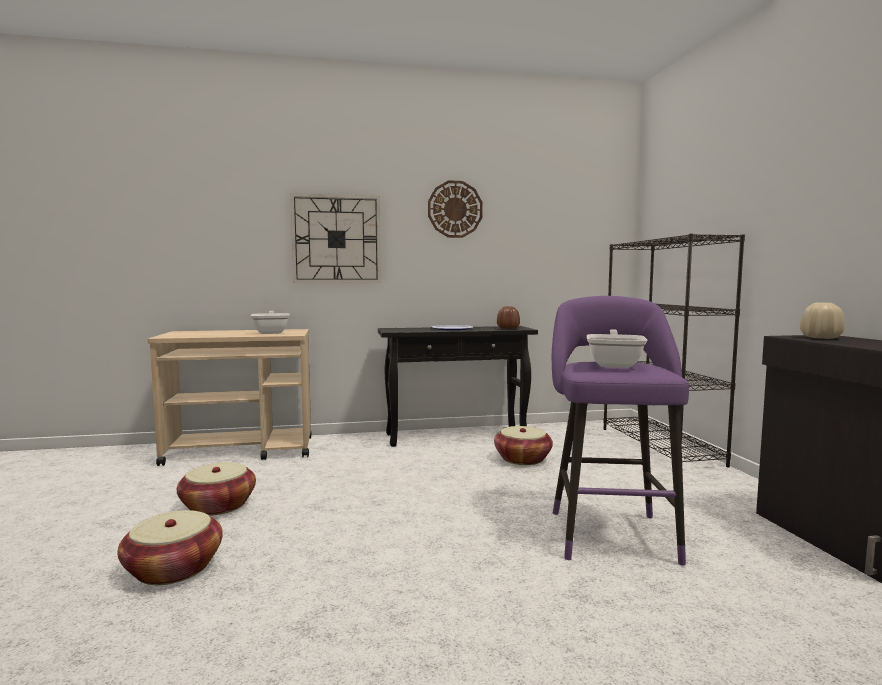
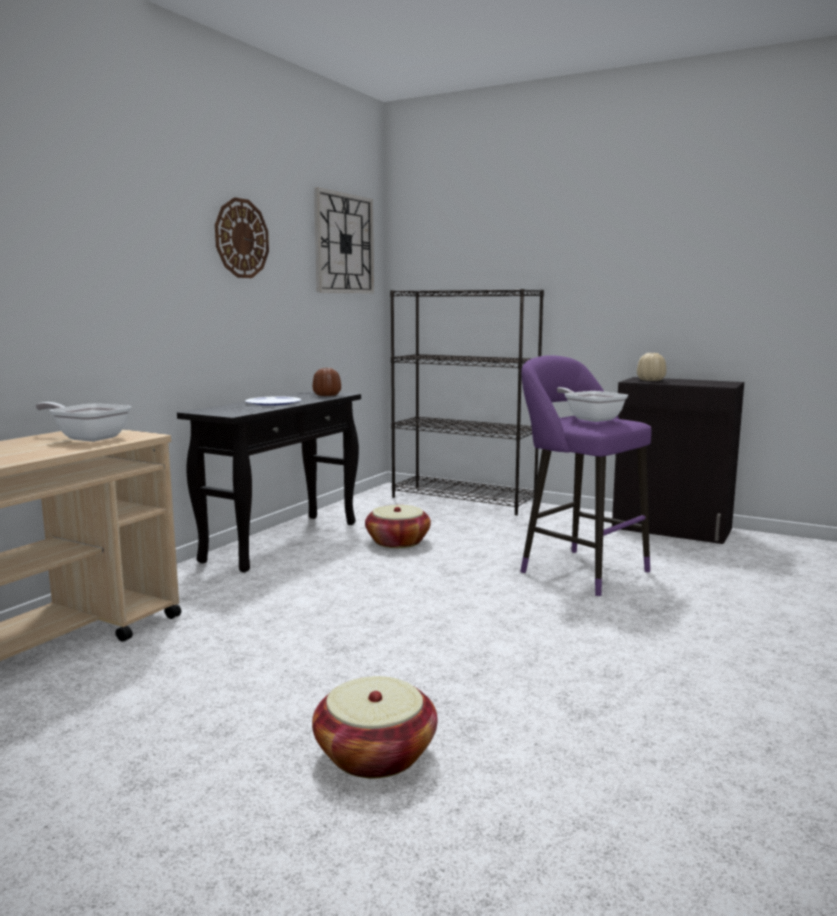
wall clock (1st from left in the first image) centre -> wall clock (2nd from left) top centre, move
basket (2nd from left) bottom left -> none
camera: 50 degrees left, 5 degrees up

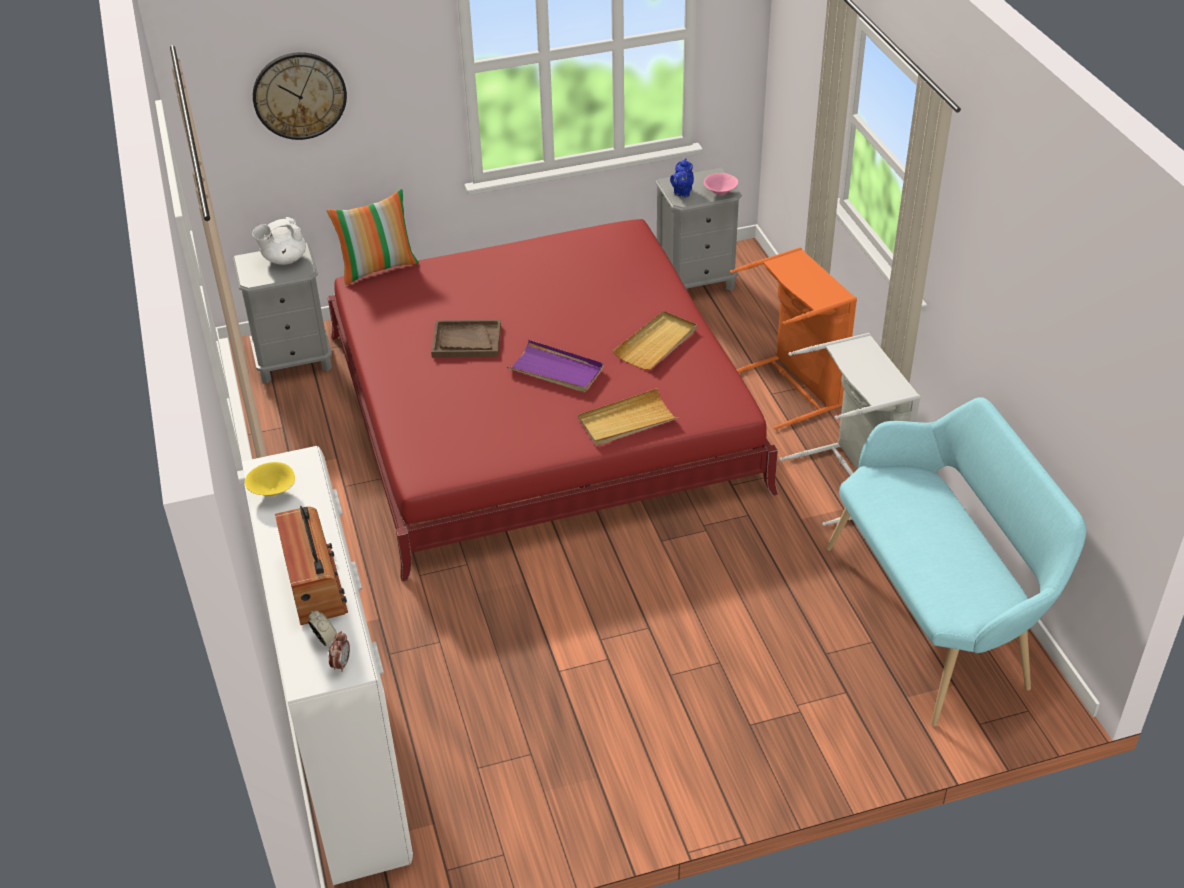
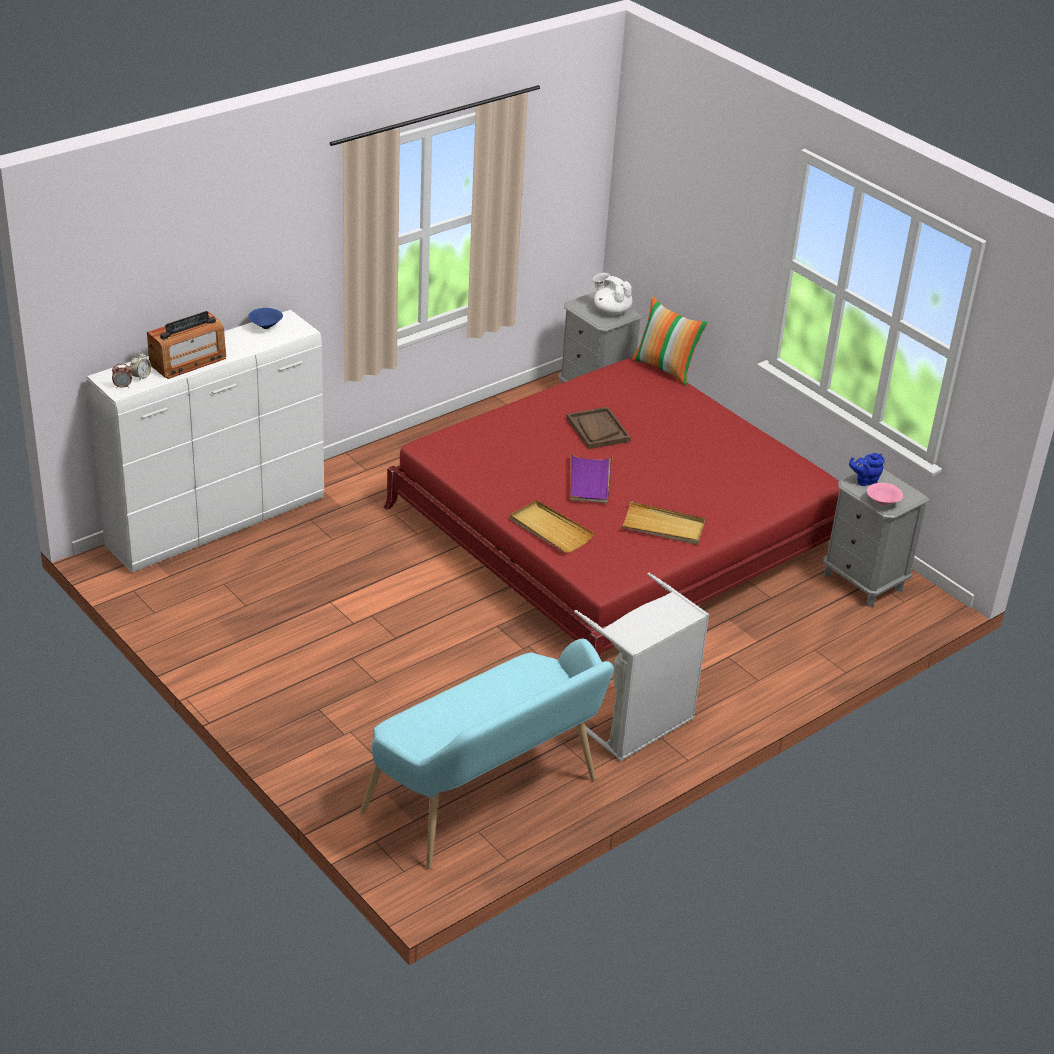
yellow bowl middle left -> blue bowl top left
wall clock top left -> none
orange laundry basket middle right -> none
camera: 65 degrees right, 5 degrees down

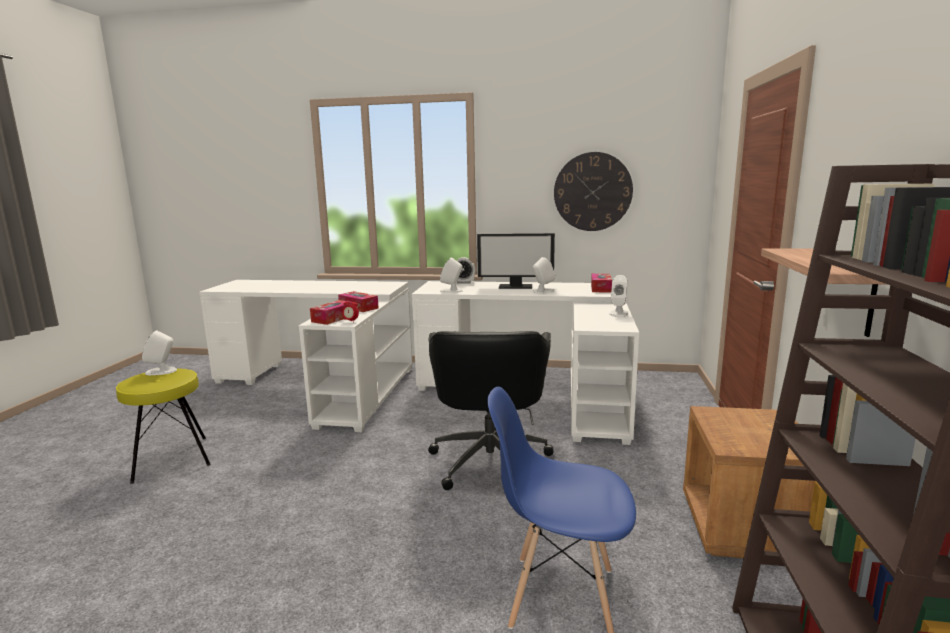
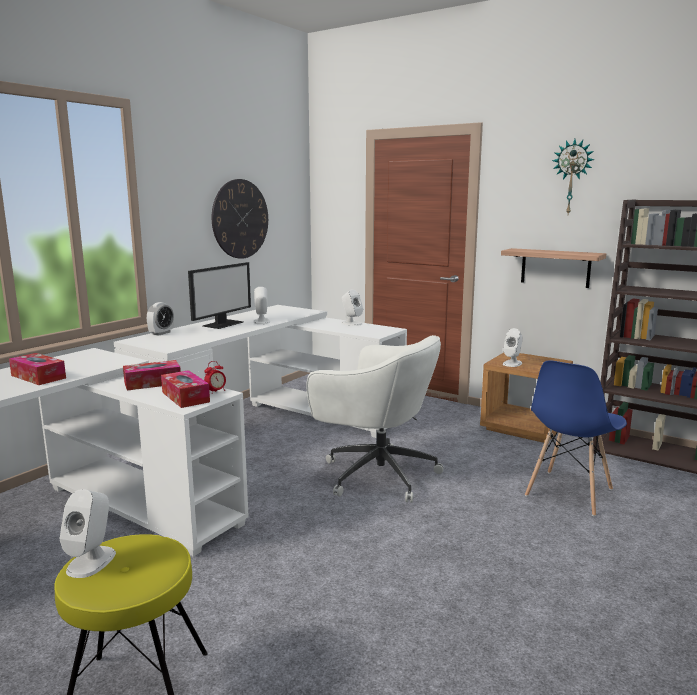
tissue box (3rd from left in the first image) centre -> tissue box (1st from left) middle left, move
black office chair centre -> white office chair centre
white speaker (2nd from left in the first image) centre -> white speaker (4th from left) middle right, move
none -> wall clock (2nd from left) top right
camera: 65 degrees left, 0 degrees up

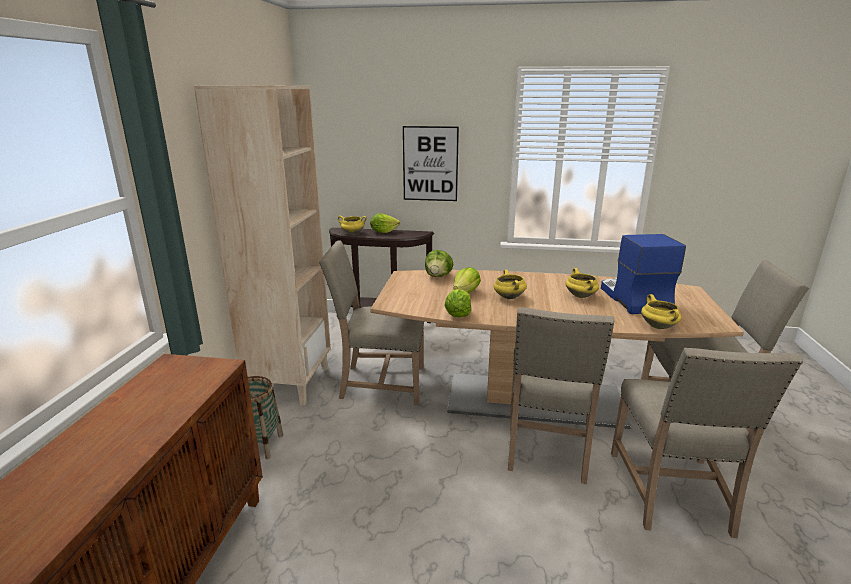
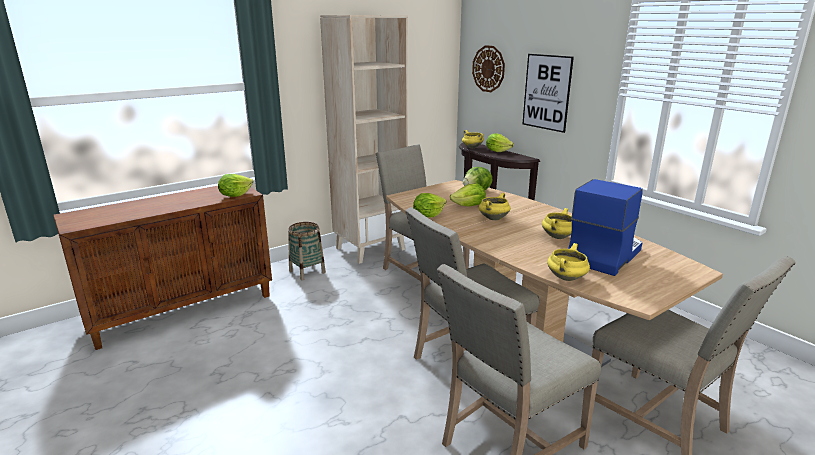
none -> lettuce (1st from left) middle left
none -> wall clock top centre
camera: 45 degrees right, 0 degrees up

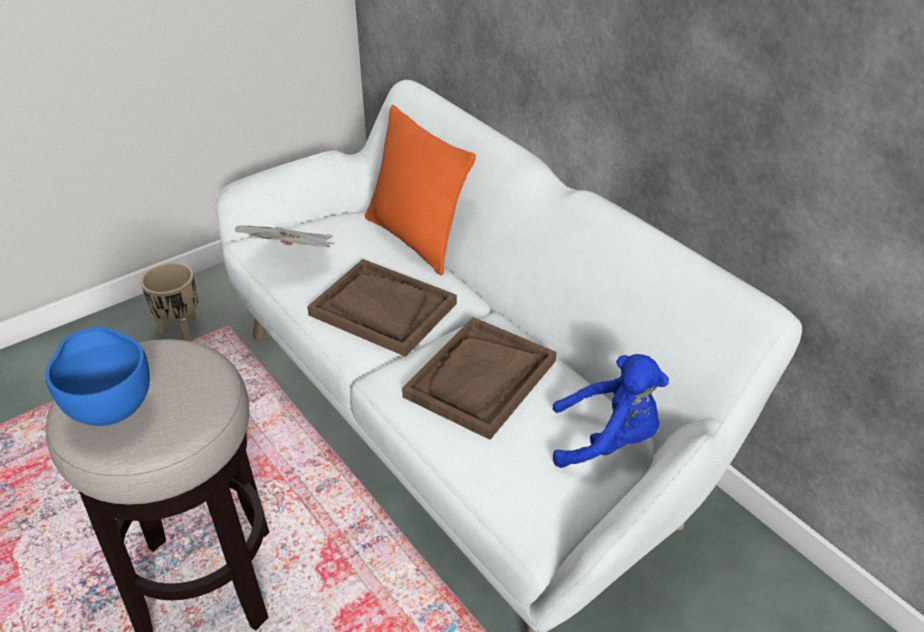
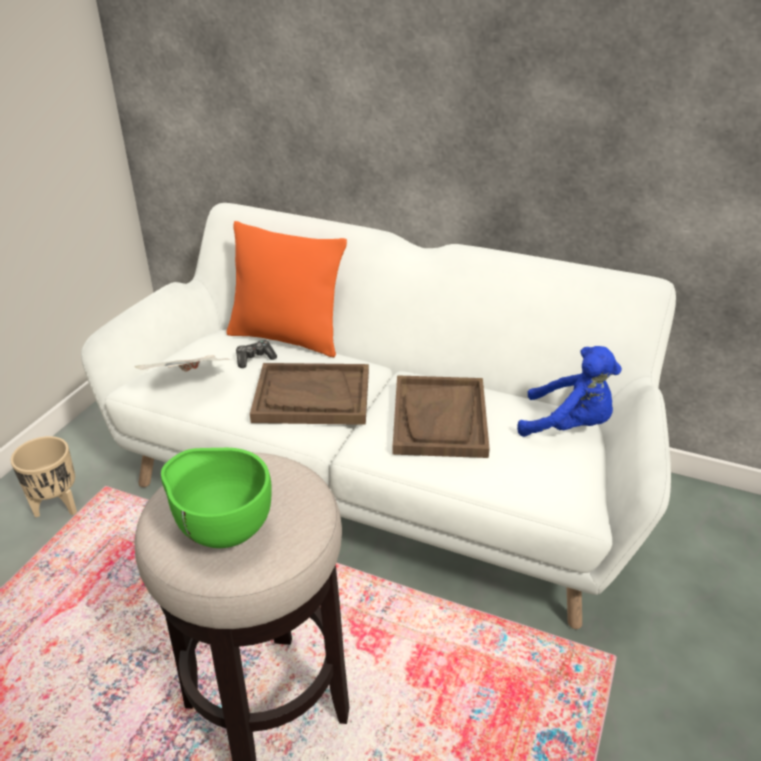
blue bowl middle left -> green bowl middle left
none -> game controller centre
blue plush toy centre -> blue plush toy middle right, 45 degrees clockwise
camera: 30 degrees left, 5 degrees down

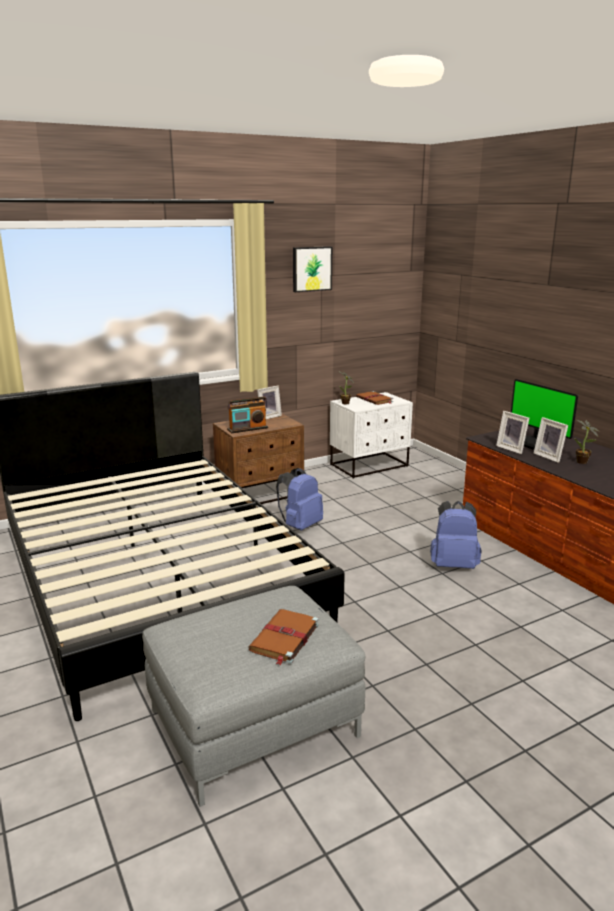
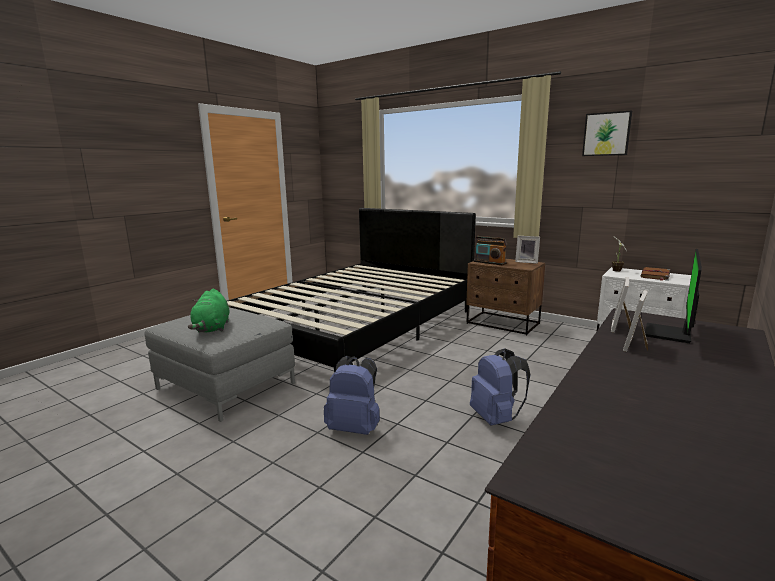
brown book (1st from left) bottom centre -> green plush toy middle left
blue backpack (1st from left) centre -> blue backpack (1st from left) bottom centre, move
potted plant (2nd from left) middle right -> none
camera: 65 degrees right, 5 degrees down

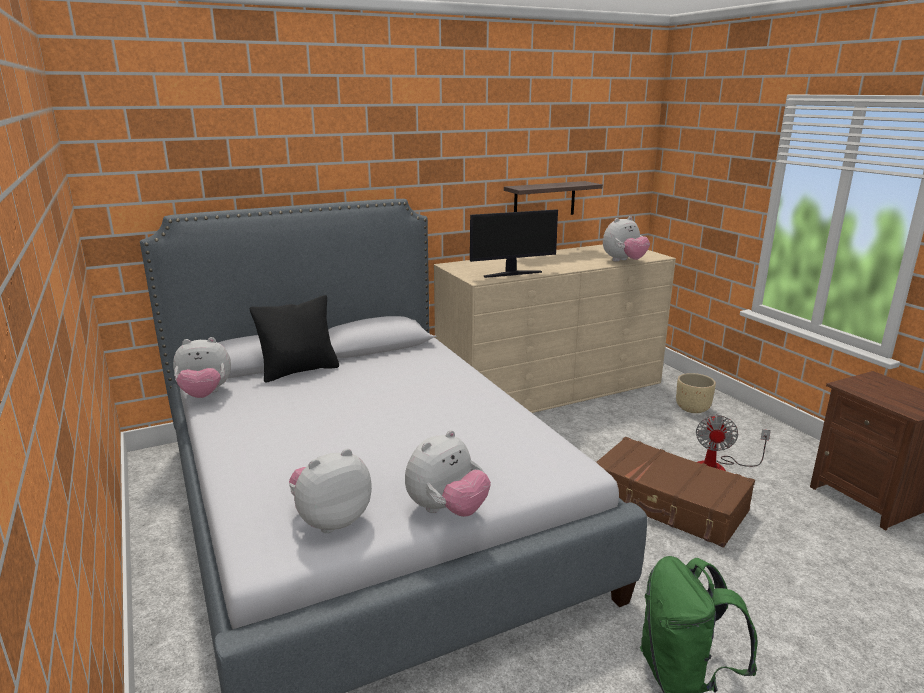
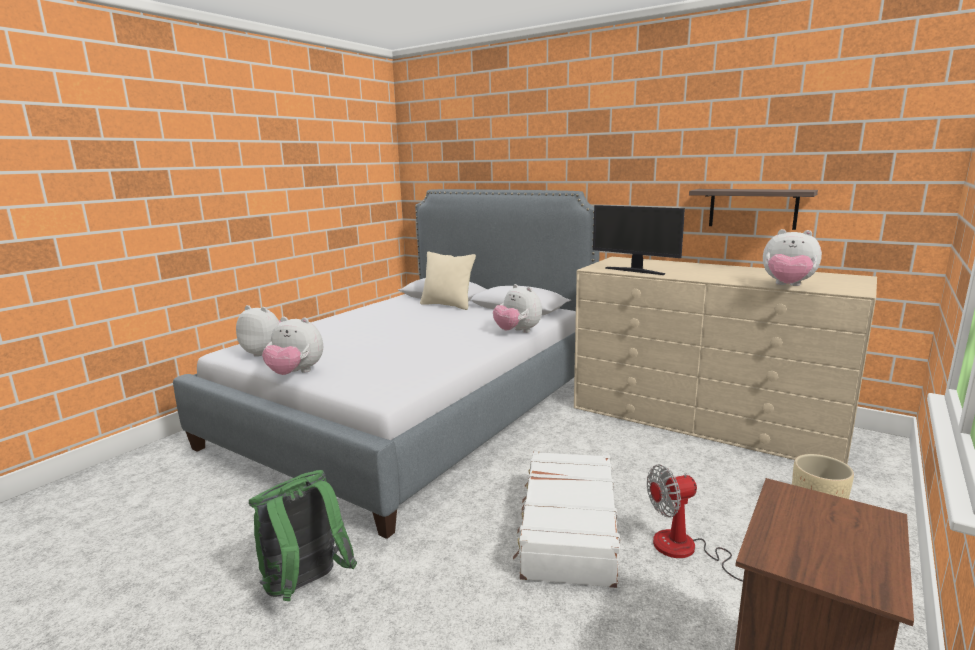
black pillow middle left -> beige pillow centre
plush toy (1st from left in the first image) middle left -> plush toy (3rd from left) centre, move
brown suitcase bottom right -> white suitcase bottom centre
camera: 60 degrees right, 5 degrees down

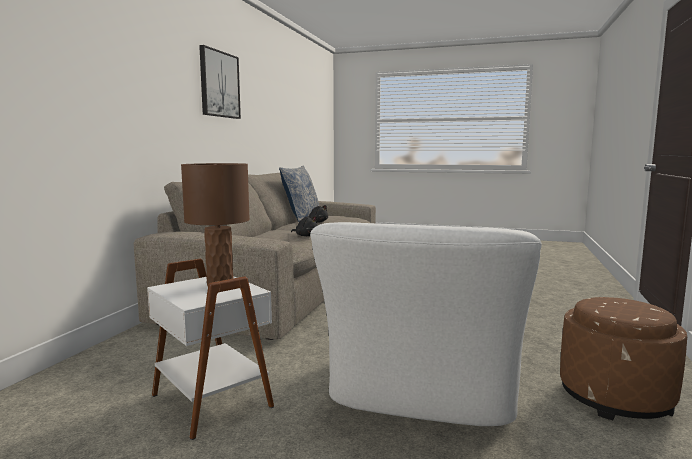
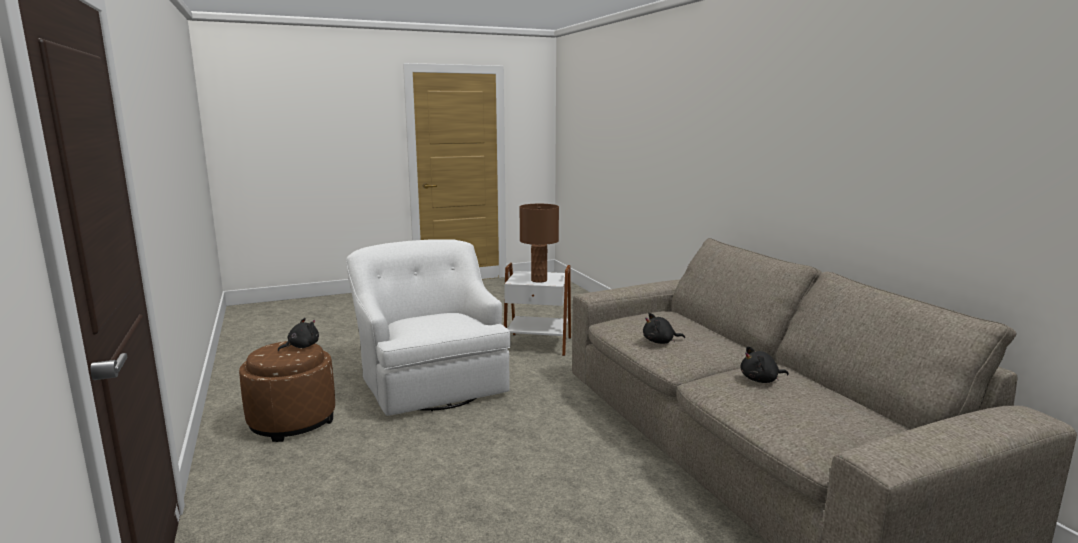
none -> black plush toy (1st from left) middle left
picture top left -> none
pillow centre -> none
camera: 140 degrees right, 5 degrees up

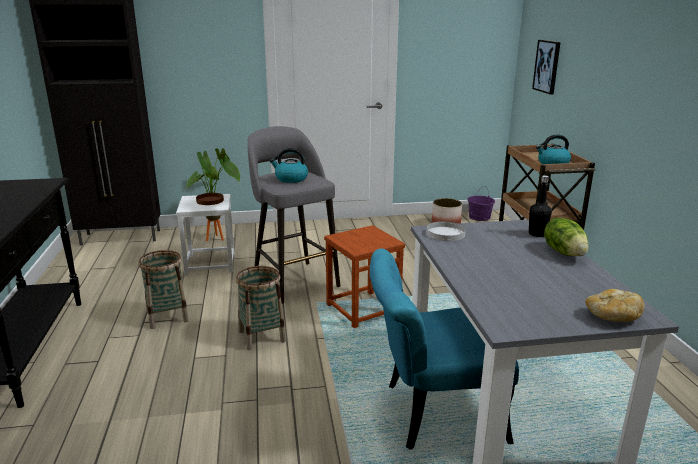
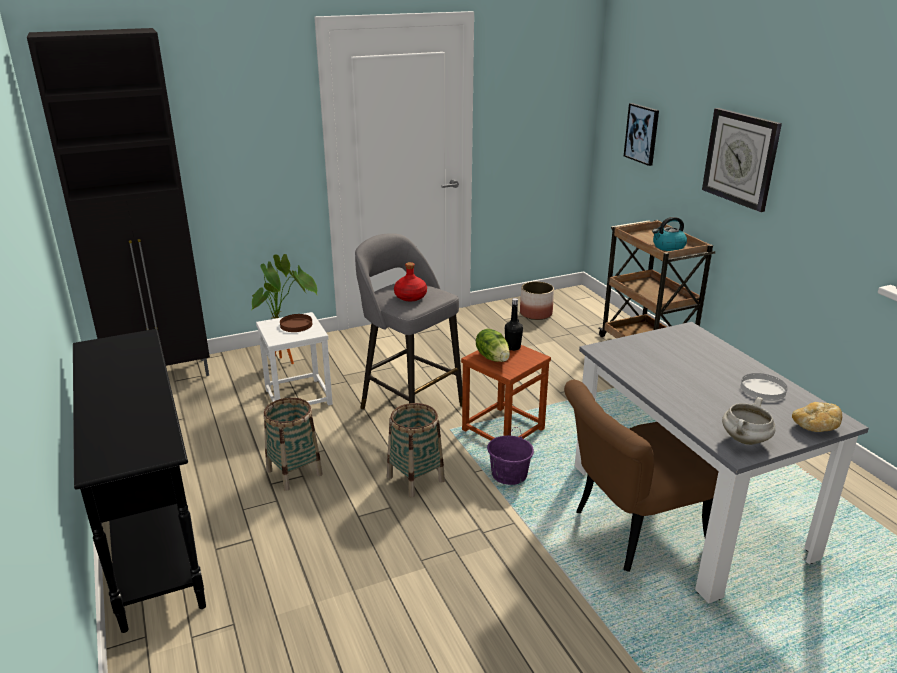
kettle (1st from left) centre -> red bottle centre
lettuce middle right -> lettuce centre, move
purple bucket middle right -> purple bucket bottom centre, move
black bottle middle right -> black bottle centre, move
turquoise chair bottom centre -> brown chair bottom right
none -> wall clock top right
none -> white cooking pot middle right
white plate centre -> white plate middle right, move
camera: 15 degrees left, 5 degrees up

